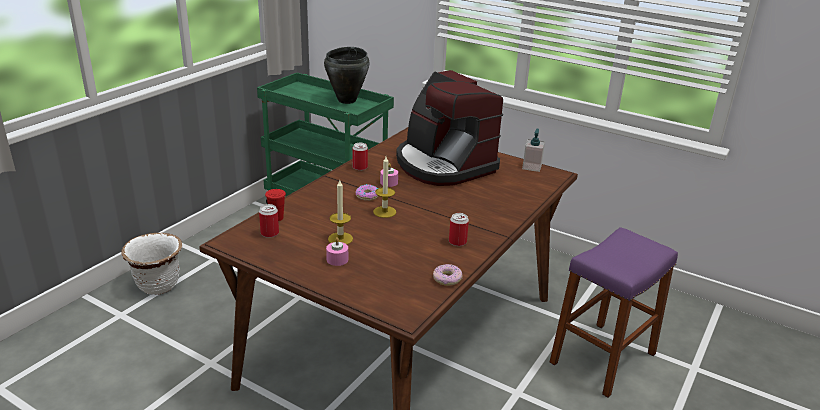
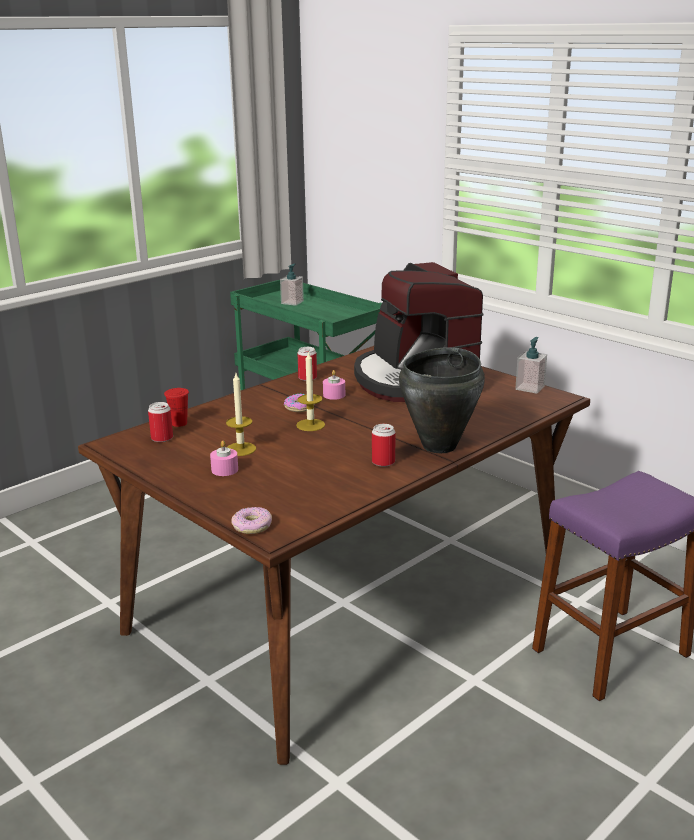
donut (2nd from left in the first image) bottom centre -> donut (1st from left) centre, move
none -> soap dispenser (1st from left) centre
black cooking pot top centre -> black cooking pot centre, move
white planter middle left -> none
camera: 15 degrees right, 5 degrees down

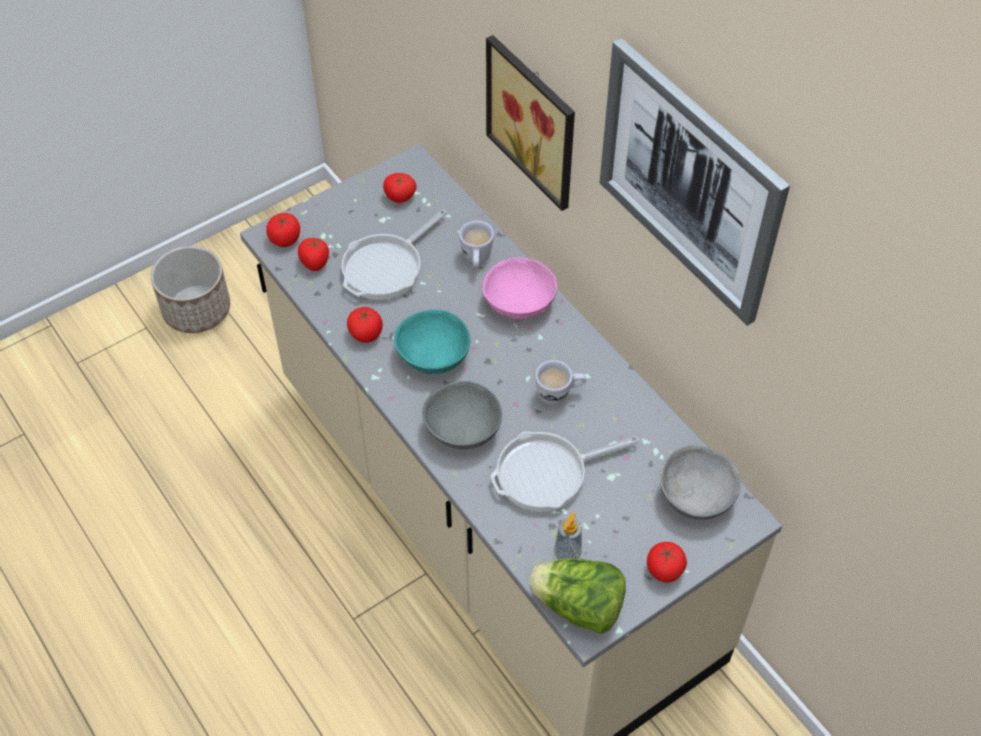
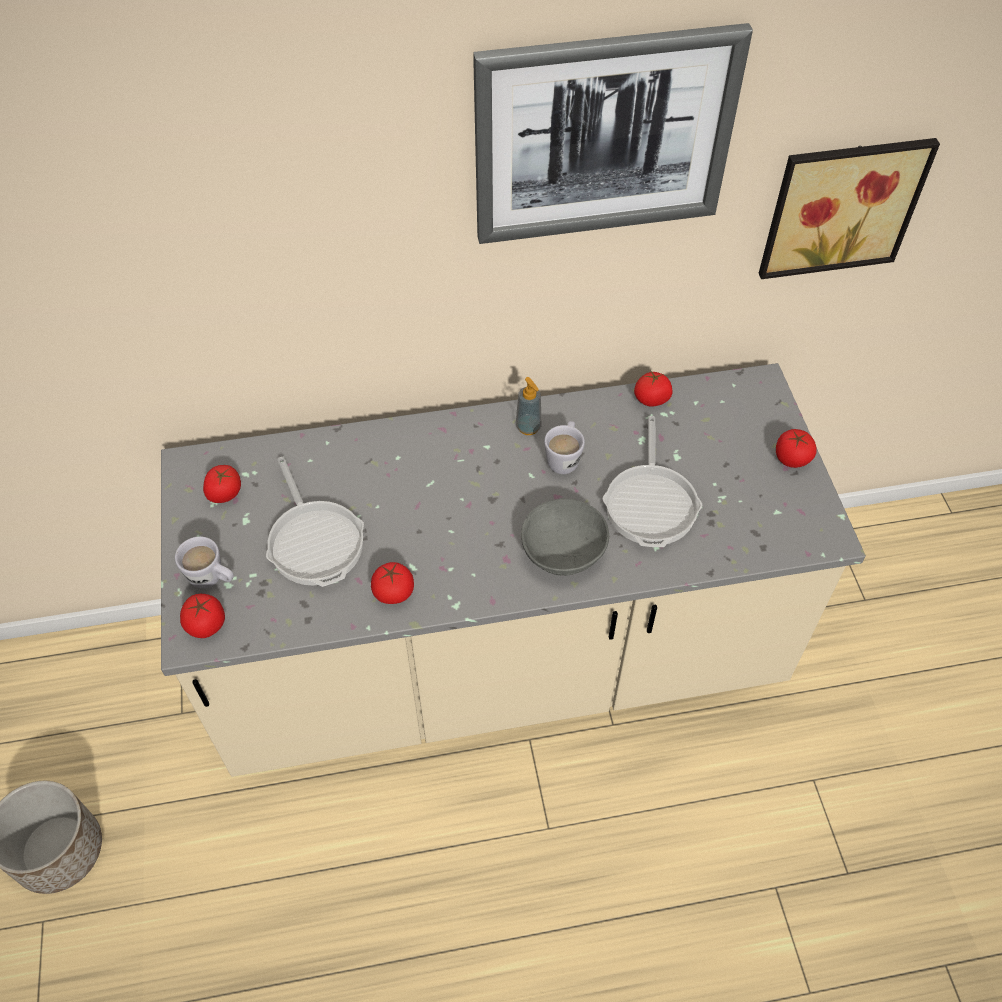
white mug (1st from left) top centre -> white mug (1st from left) middle left, move
soap dispenser bottom centre -> soap dispenser centre, move
tomato (2nd from left in the first image) middle left -> tomato (4th from left) centre, move
picture (1st from left in the first image) top centre -> picture (2nd from left) top right, move
turquoise bowl centre -> none
pink bowl centre -> none
lettuce bottom centre -> none
grey bowl (2nd from left) middle right -> none
camera: 65 degrees left, 0 degrees up

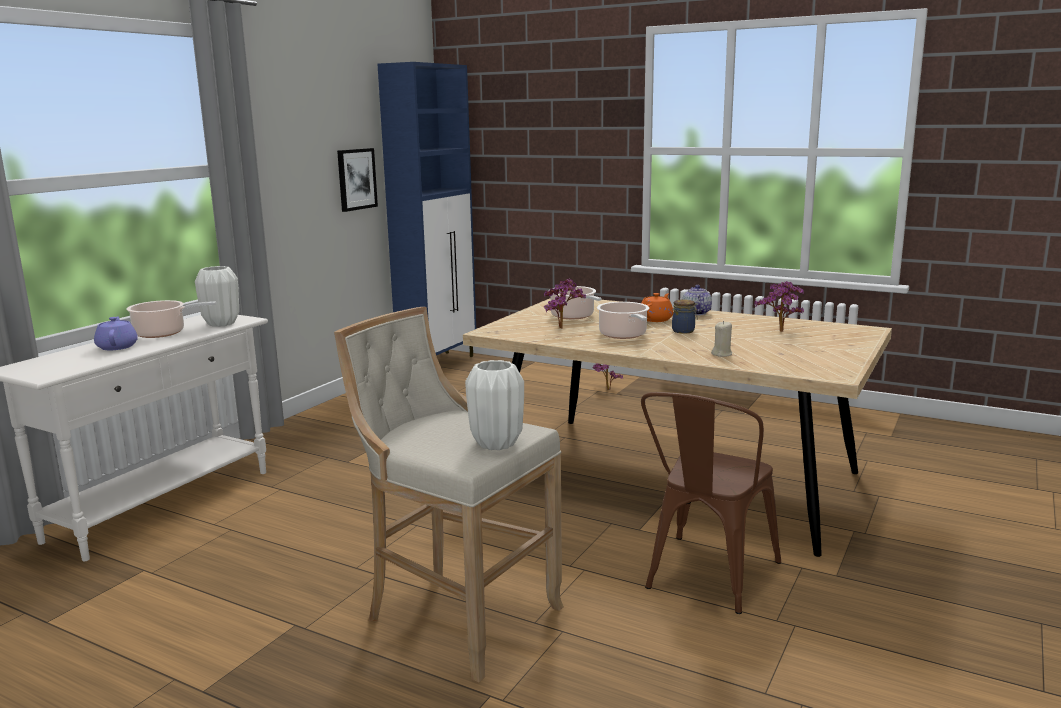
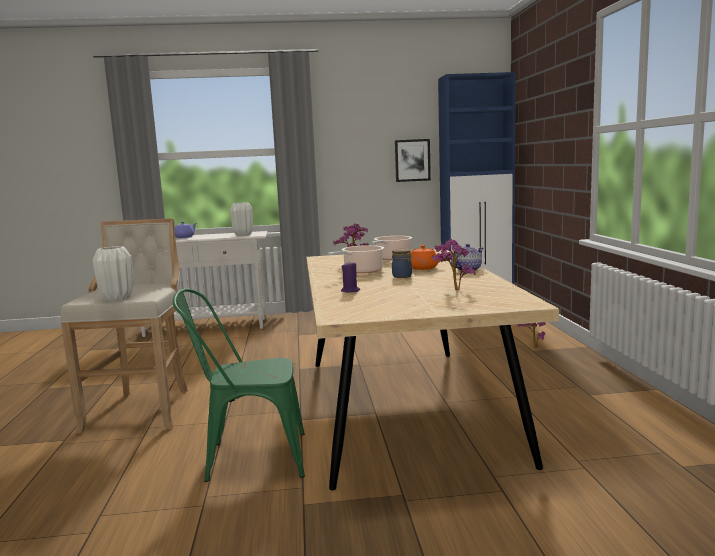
brown chair bottom right -> green chair bottom centre
beige candle middle right -> purple candle centre
cooking pot (1st from left) middle left -> none
camera: 55 degrees right, 5 degrees down

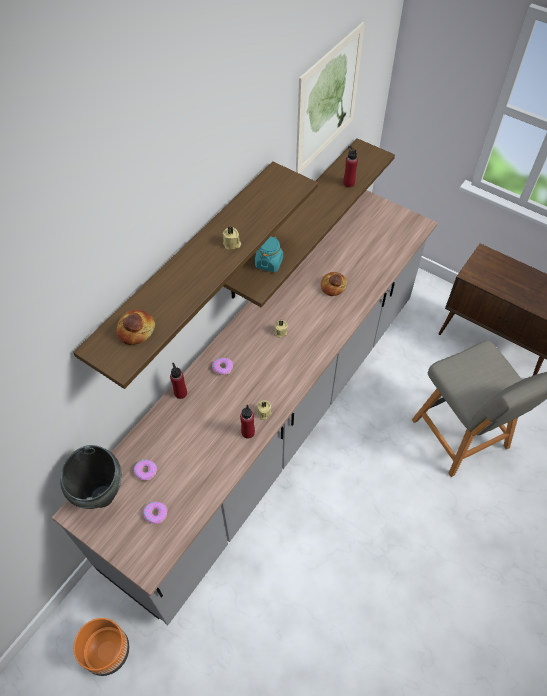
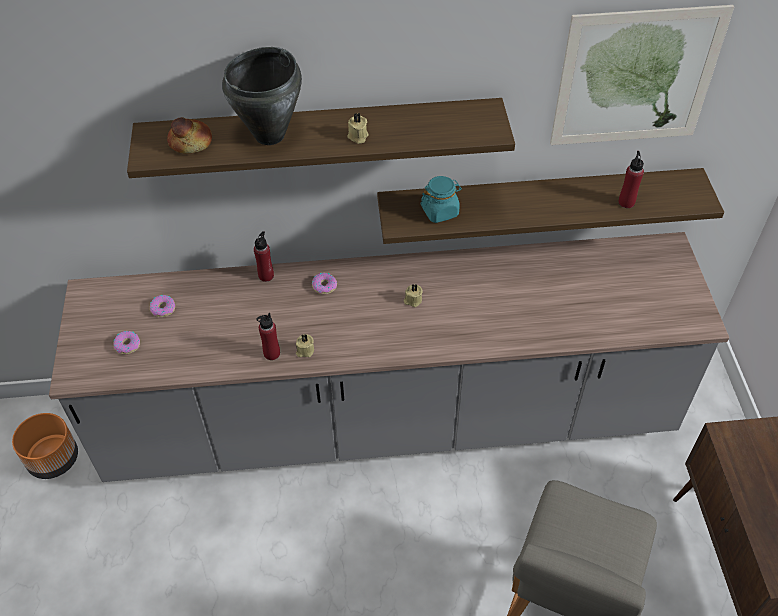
black cooking pot bottom left -> black cooking pot top centre, move
bread (2nd from left) centre -> none
camera: 50 degrees right, 5 degrees down

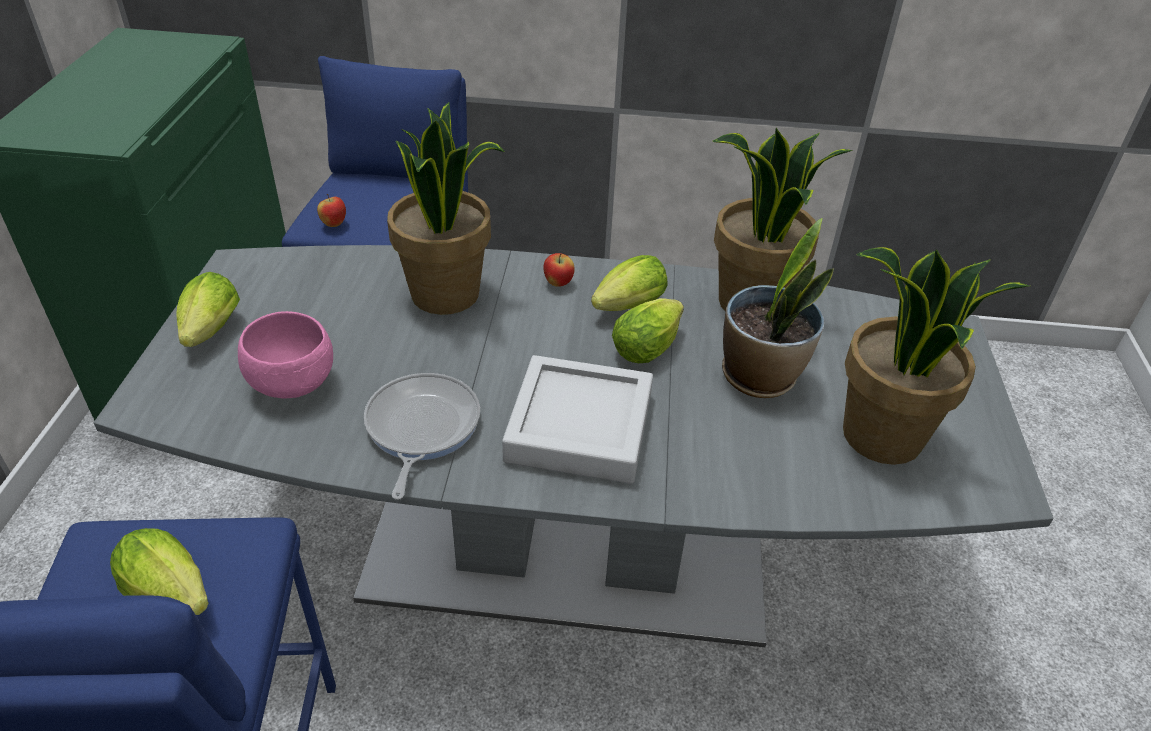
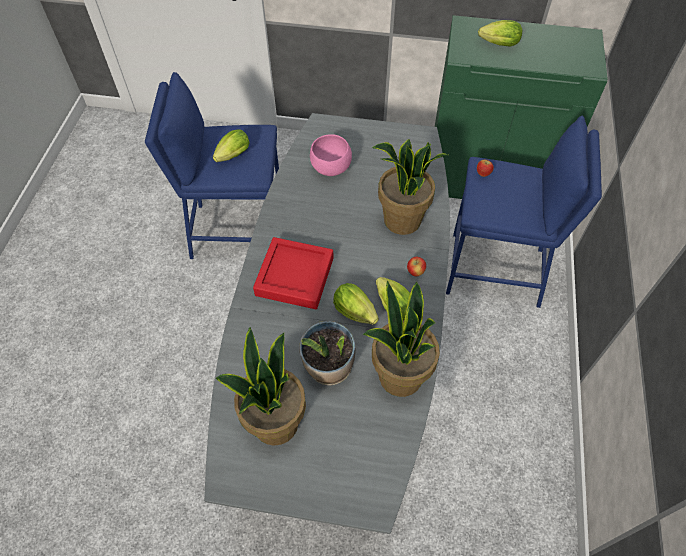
grey tray centre -> red tray centre
lettuce (2nd from left in the first image) middle left -> lettuce (4th from left) top right, move
frying pan centre -> none
camera: 95 degrees right, 15 degrees up

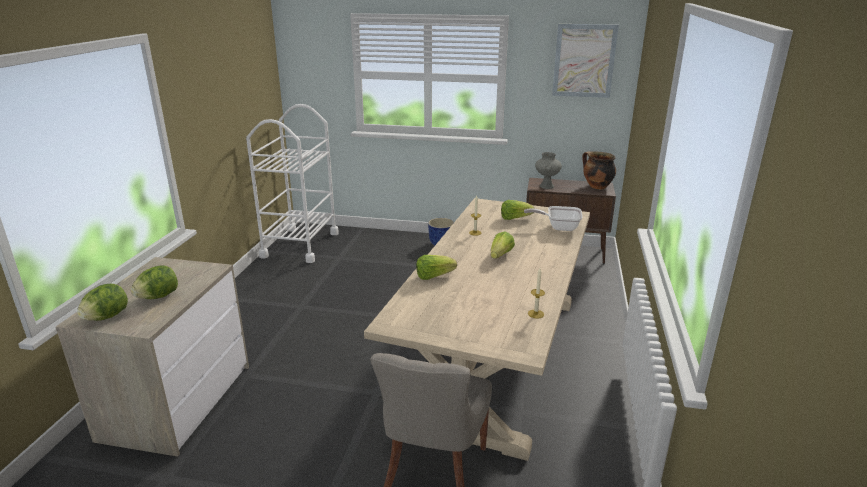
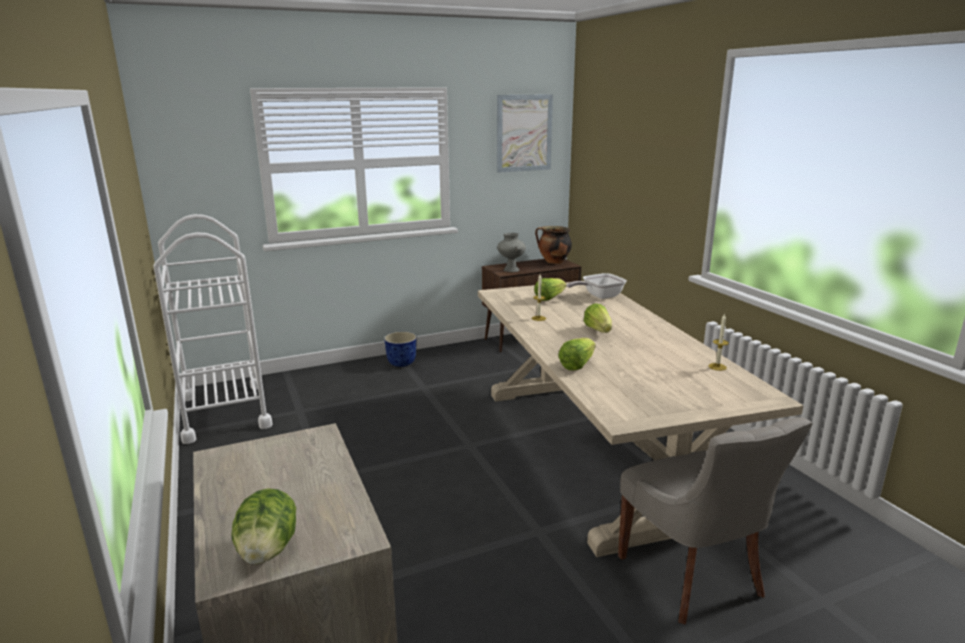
lettuce (2nd from left) middle left -> none
camera: 35 degrees left, 5 degrees down

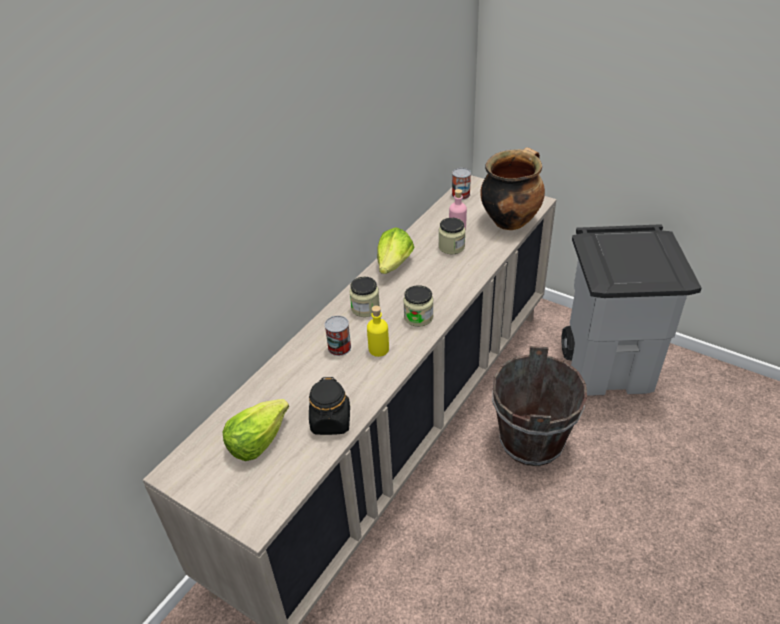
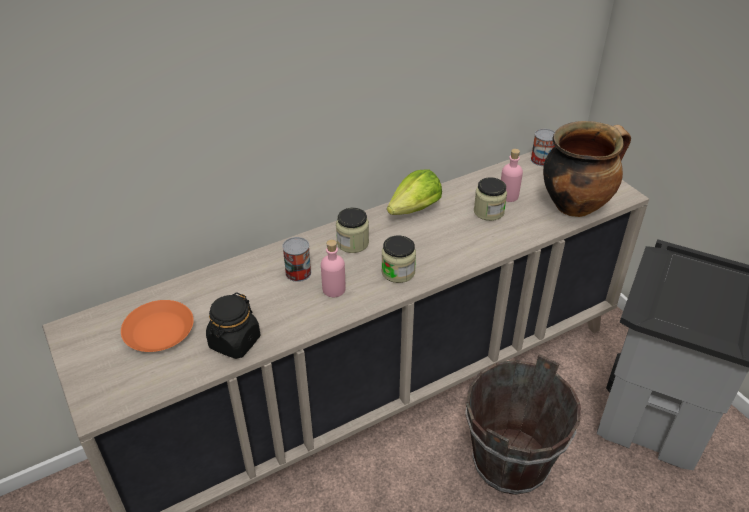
lettuce (1st from left) bottom left -> orange plate middle left
yellow bottle centre -> pink bottle (1st from left) centre
camera: 25 degrees right, 0 degrees up

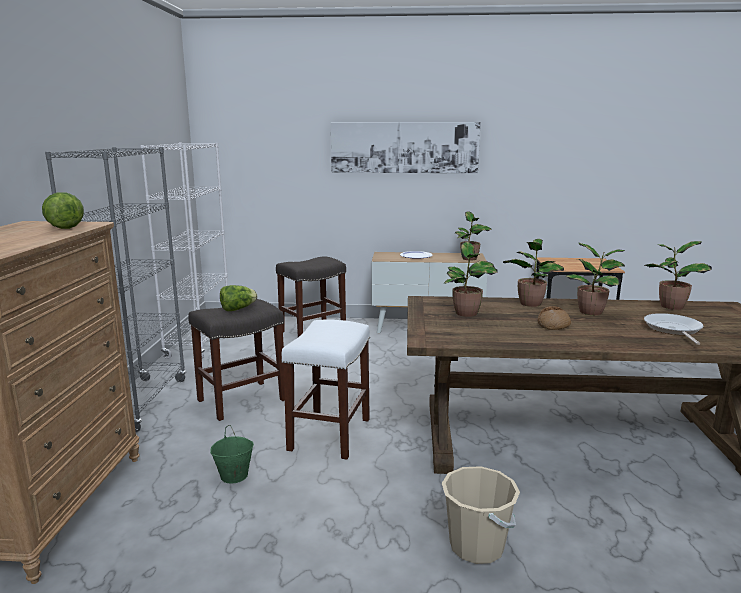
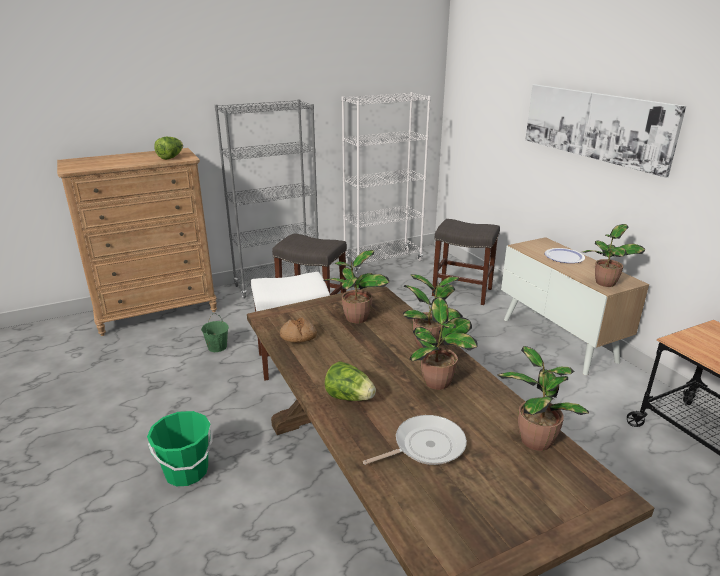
beige bucket bottom centre -> green bucket (1st from left) bottom left
bread middle right -> bread centre, move
lettuce (2nd from left) middle left -> lettuce (2nd from left) centre, move
camera: 60 degrees right, 10 degrees up

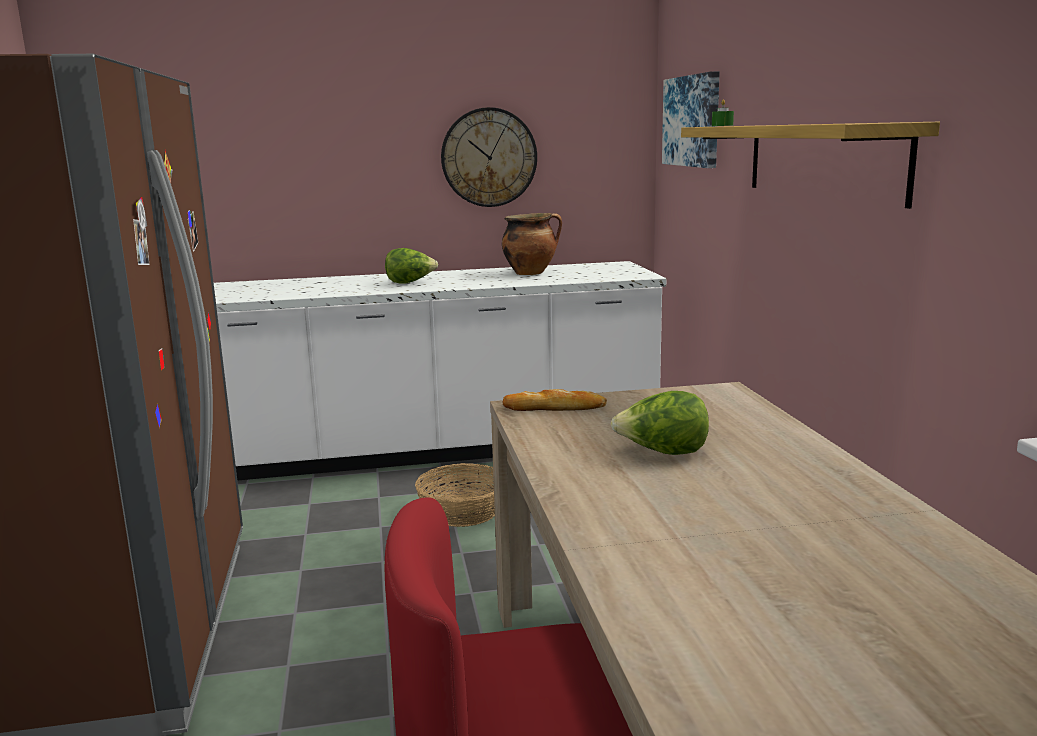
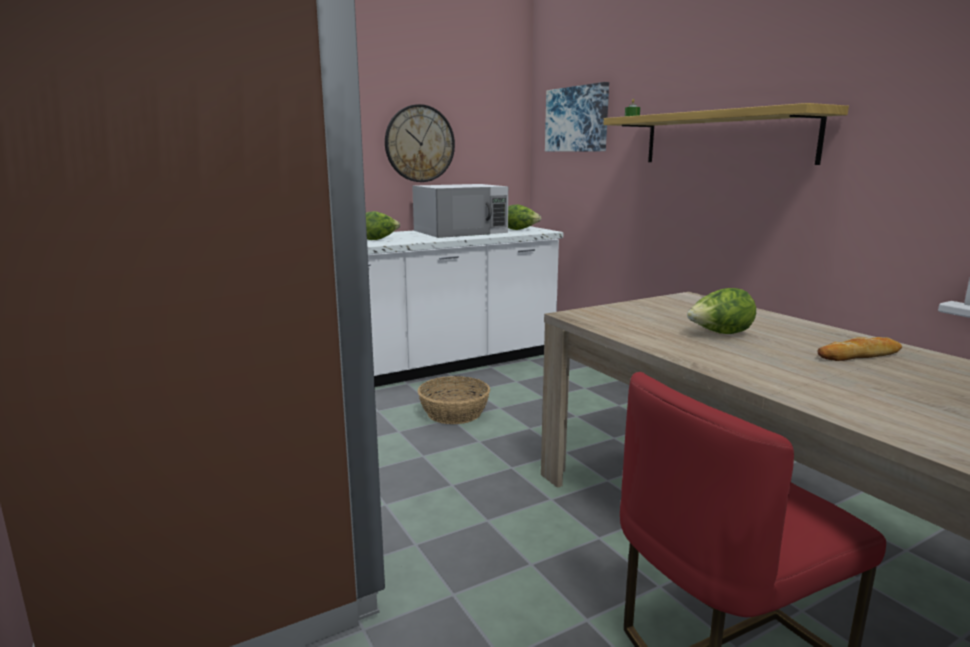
cooking pot top centre -> white microwave top centre
none -> lettuce (2nd from left) centre
bread centre -> bread middle right, move
camera: 20 degrees left, 0 degrees up

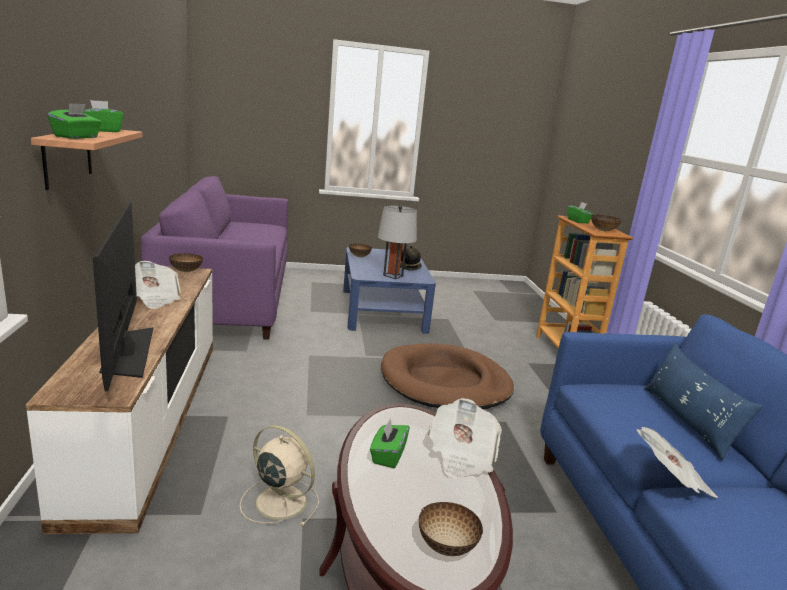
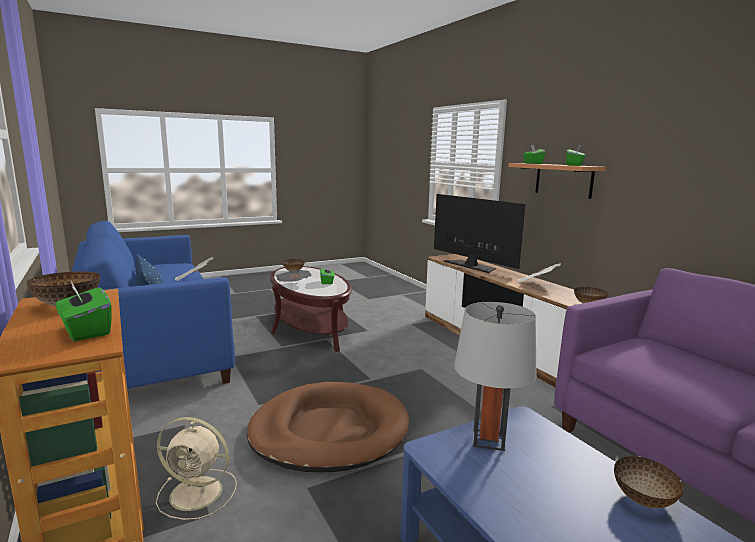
beige fan bottom centre -> beige fan bottom left, move
hat centre -> none
camera: 160 degrees right, 5 degrees down

